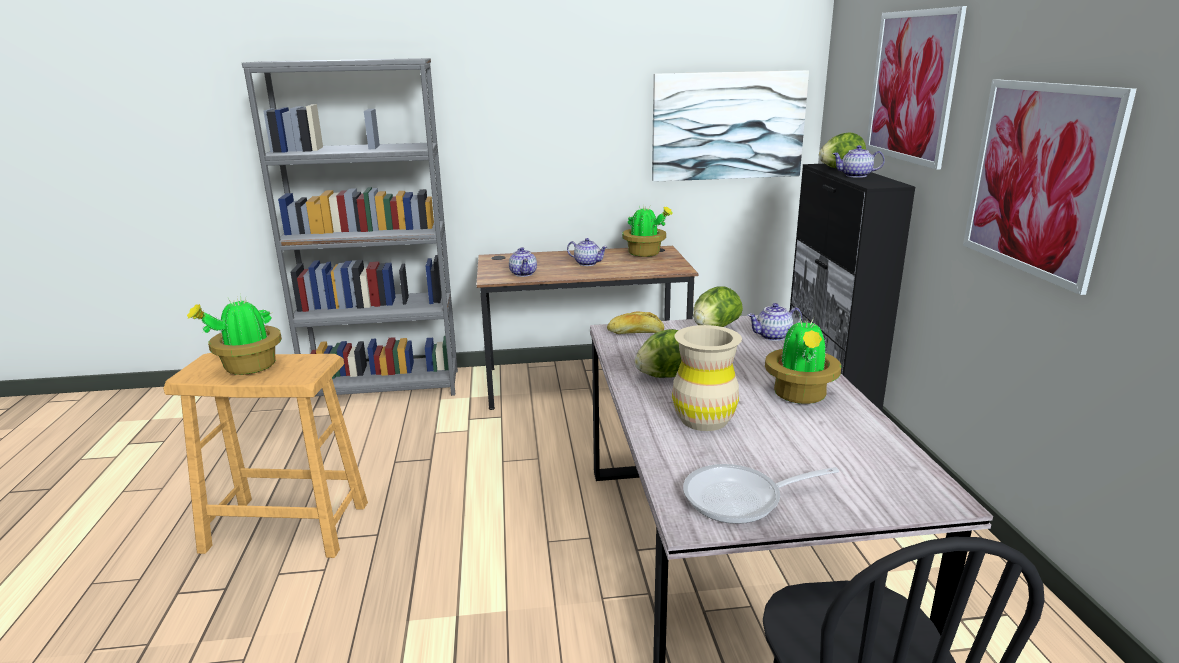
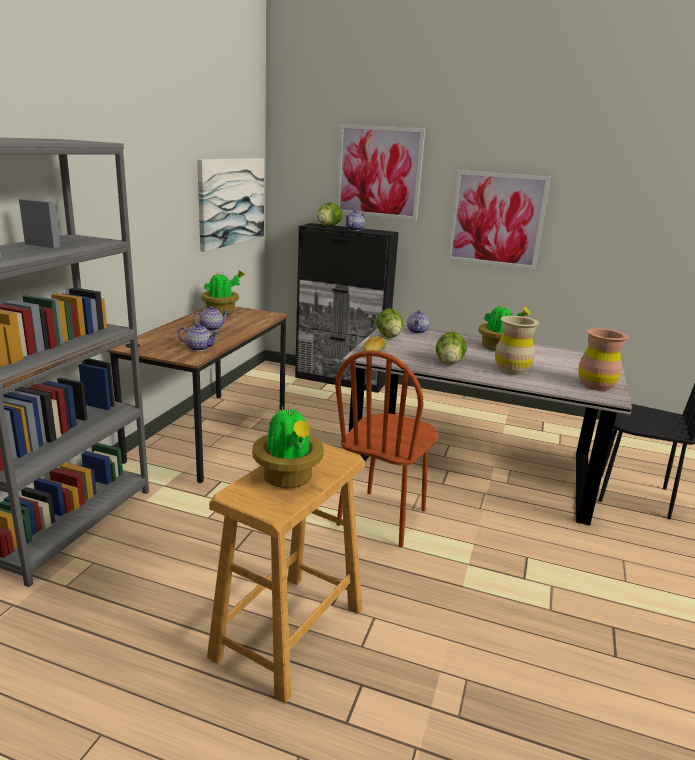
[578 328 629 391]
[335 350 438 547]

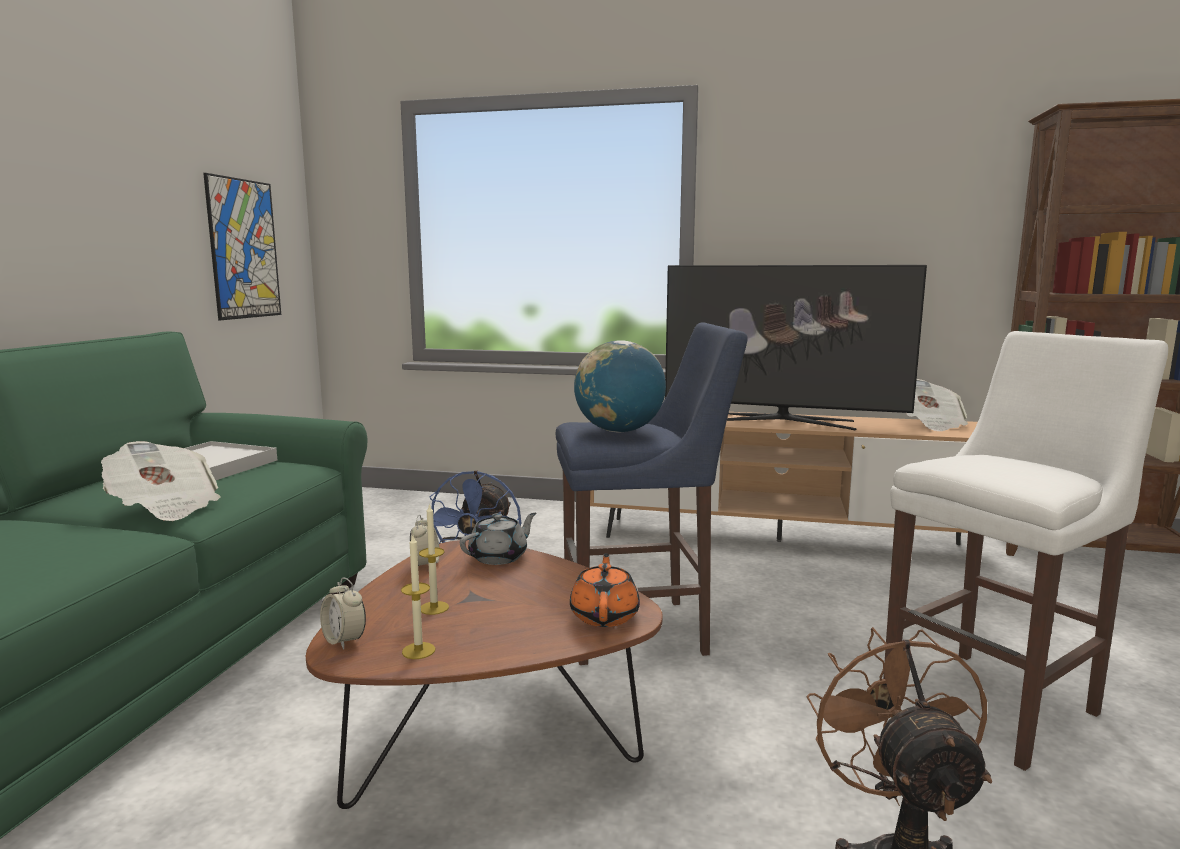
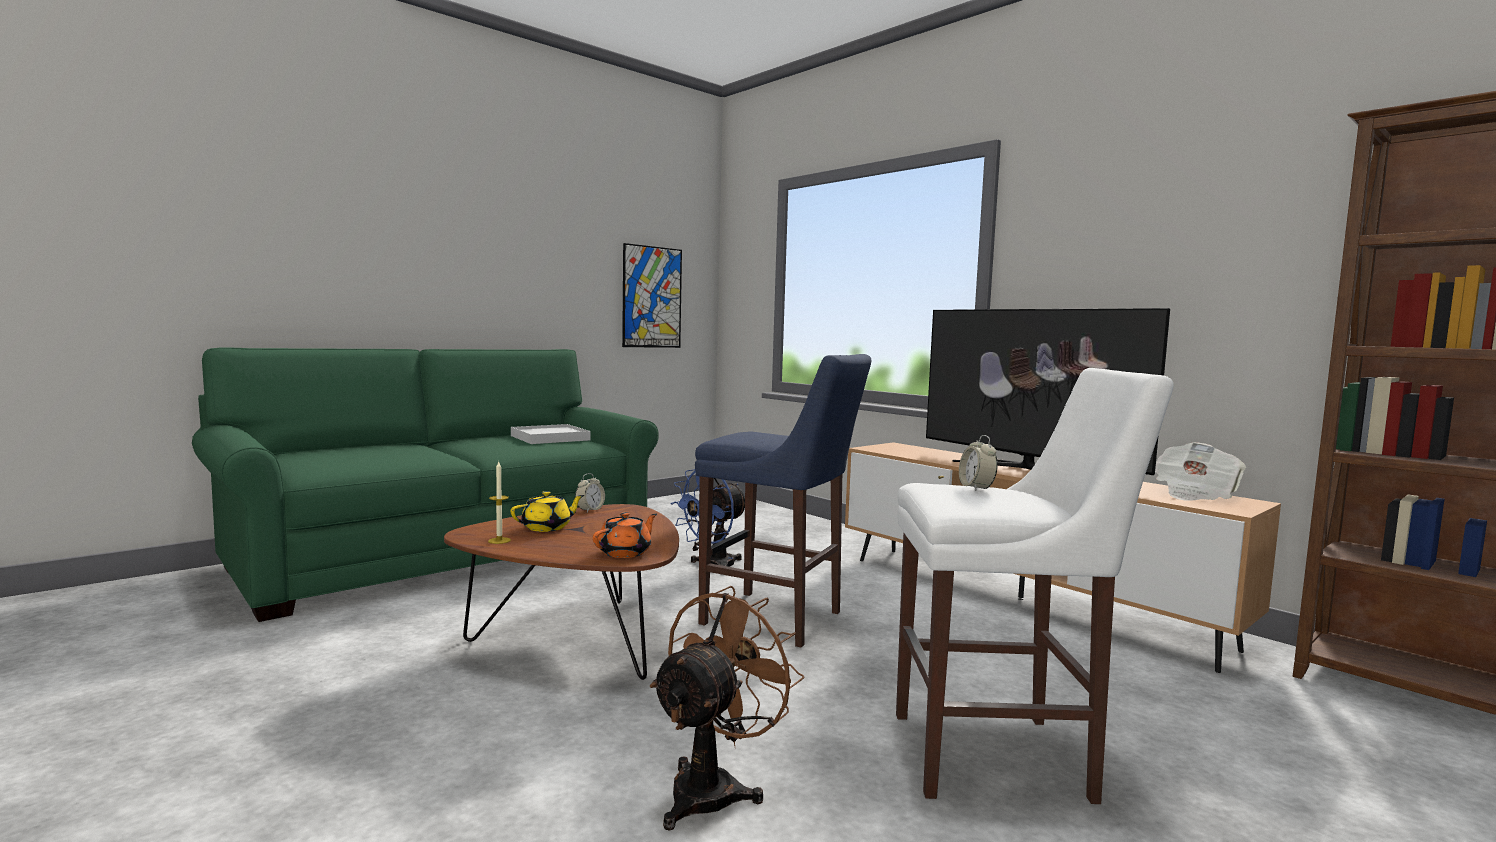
[574 340 666 433] (first image)
[101 441 221 521] (first image)
[510 491 584 532]
[460 513 537 565] (first image)
[959 435 998 491]

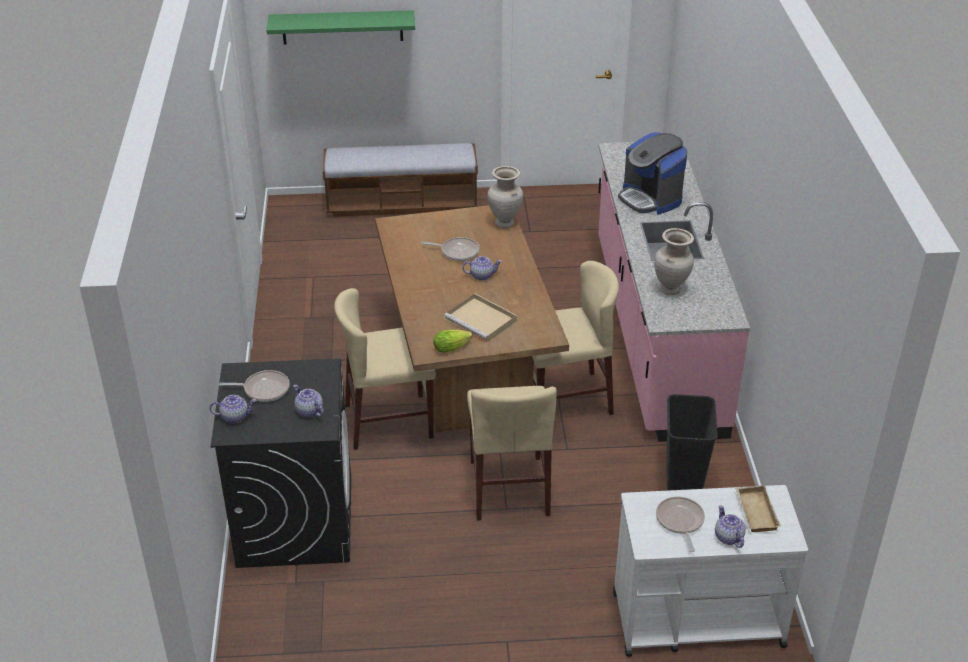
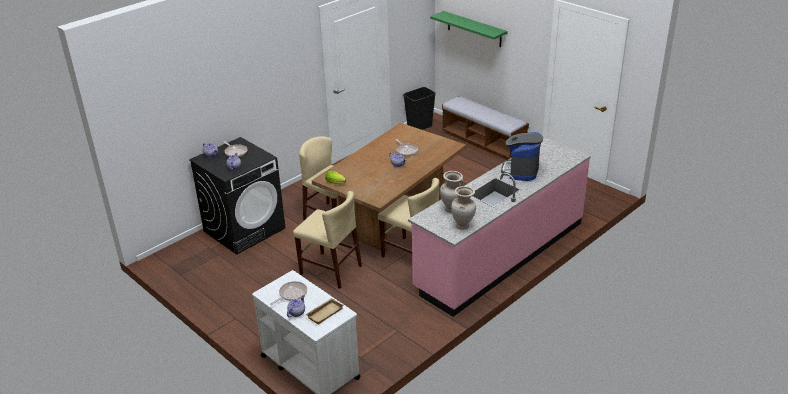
[451 186 476 230]
[444 293 517 342] (first image)
[293 191 362 289]
[403 87 436 130]

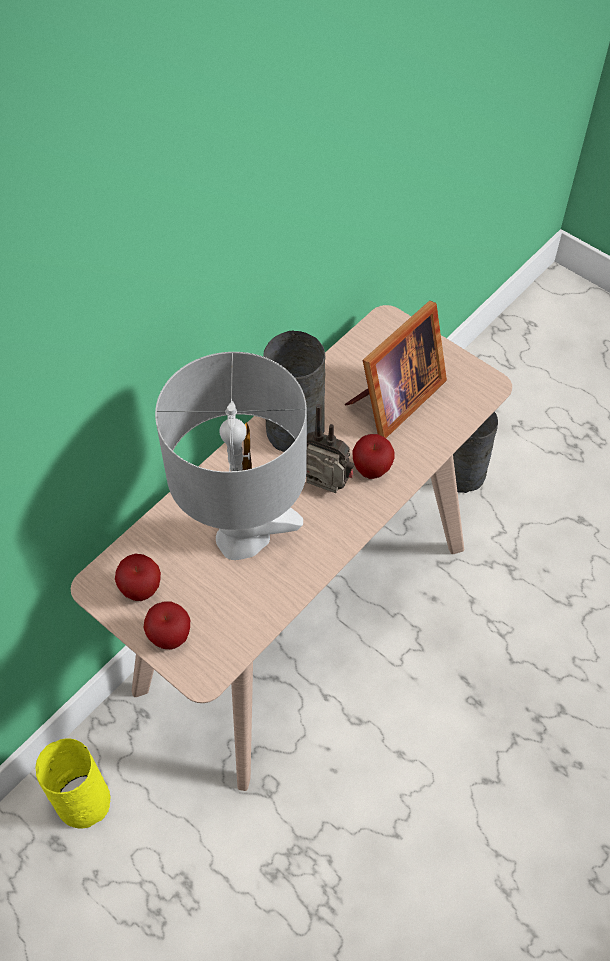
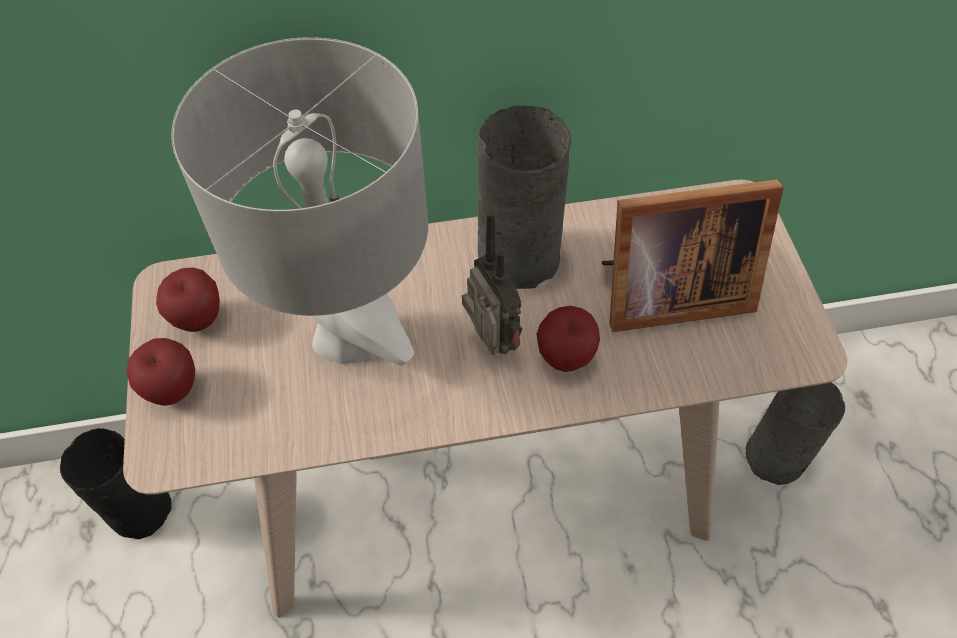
[60 428 172 539]

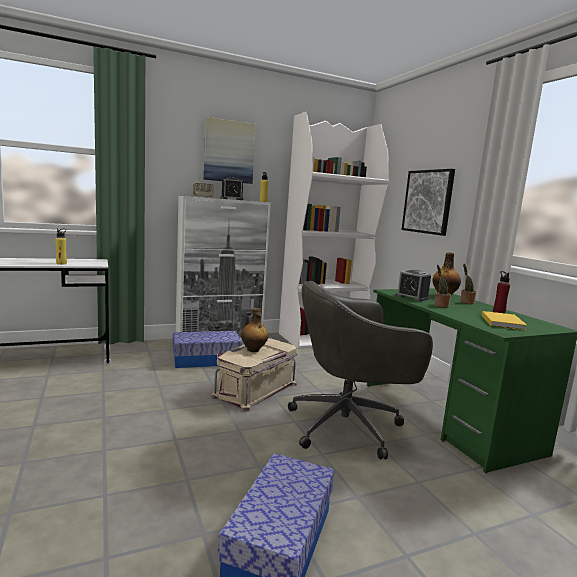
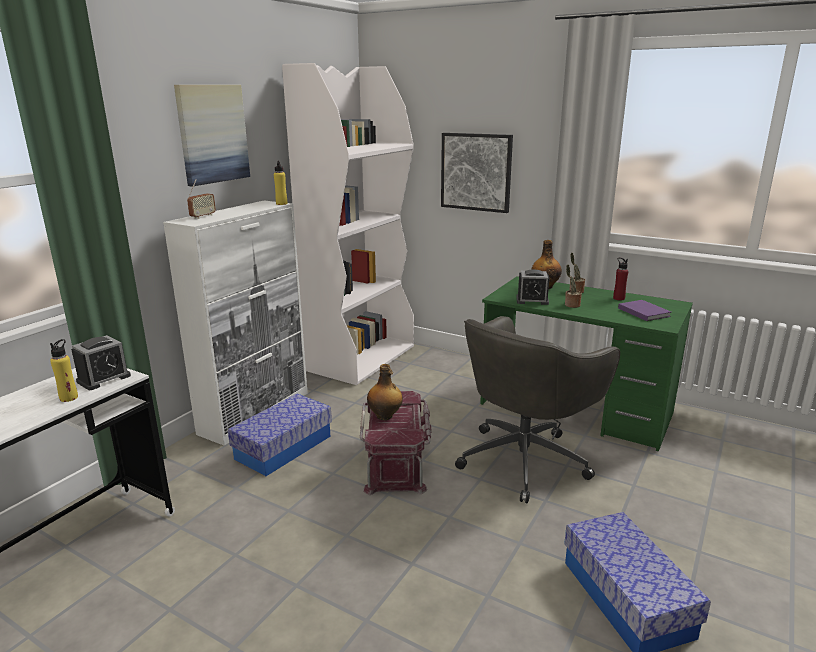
[71 335 131 390]
[618 300 671 321]
[360 391 432 495]

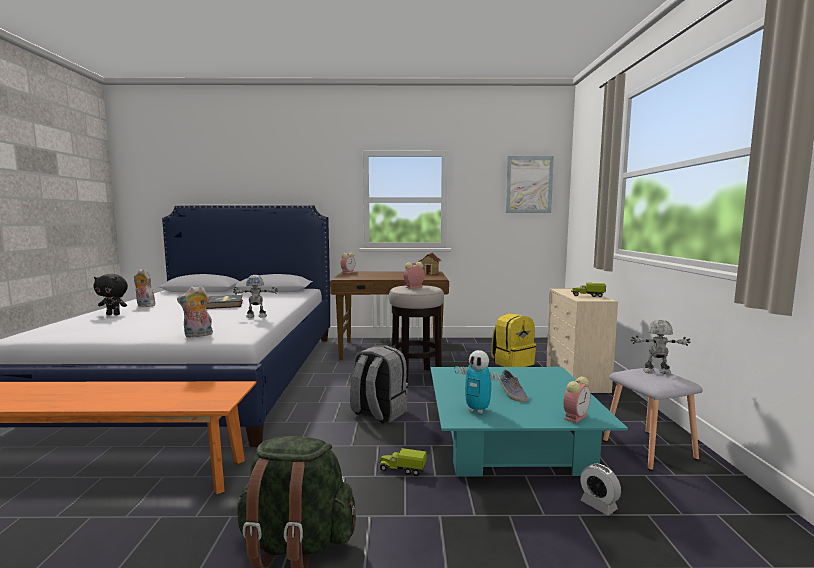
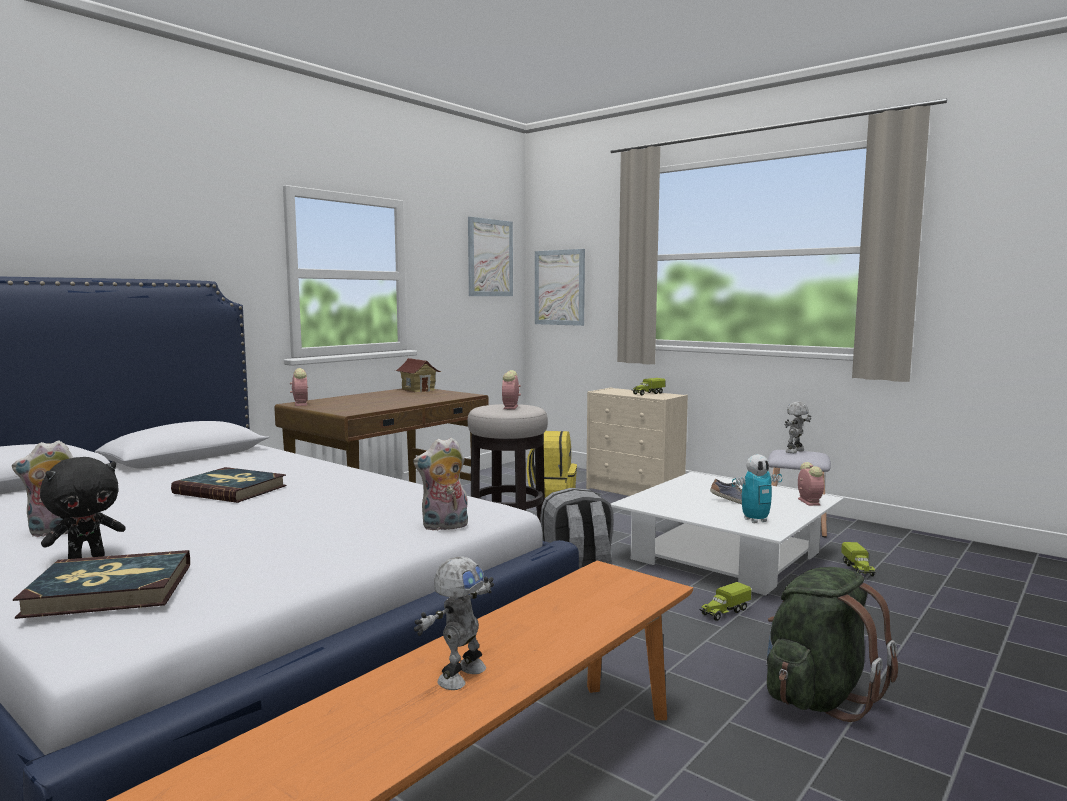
[414 557 494 690]
[413 437 468 531]
[611 472 844 595]
[841 542 876 576]
[535 249 585 326]
[13 550 190 619]

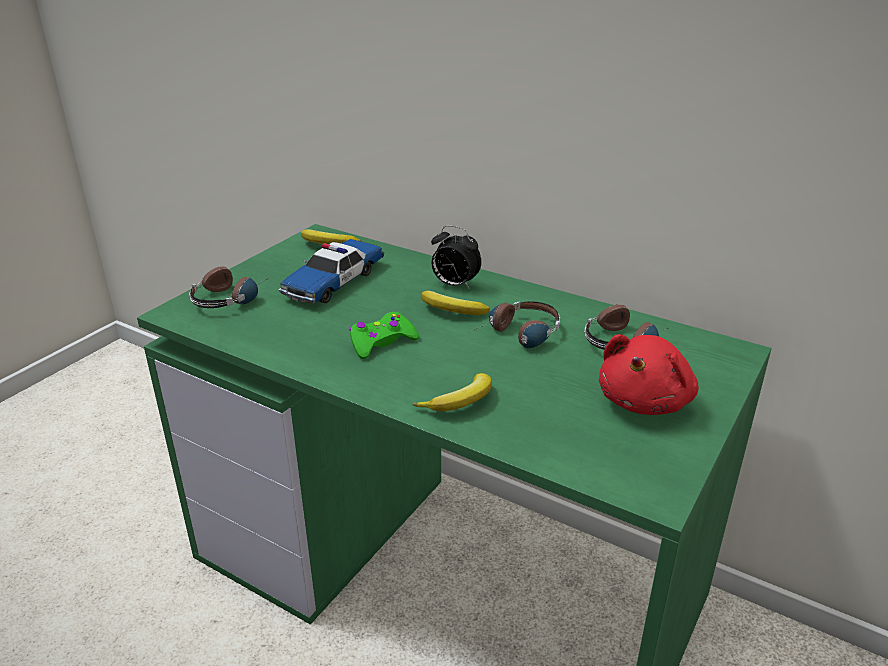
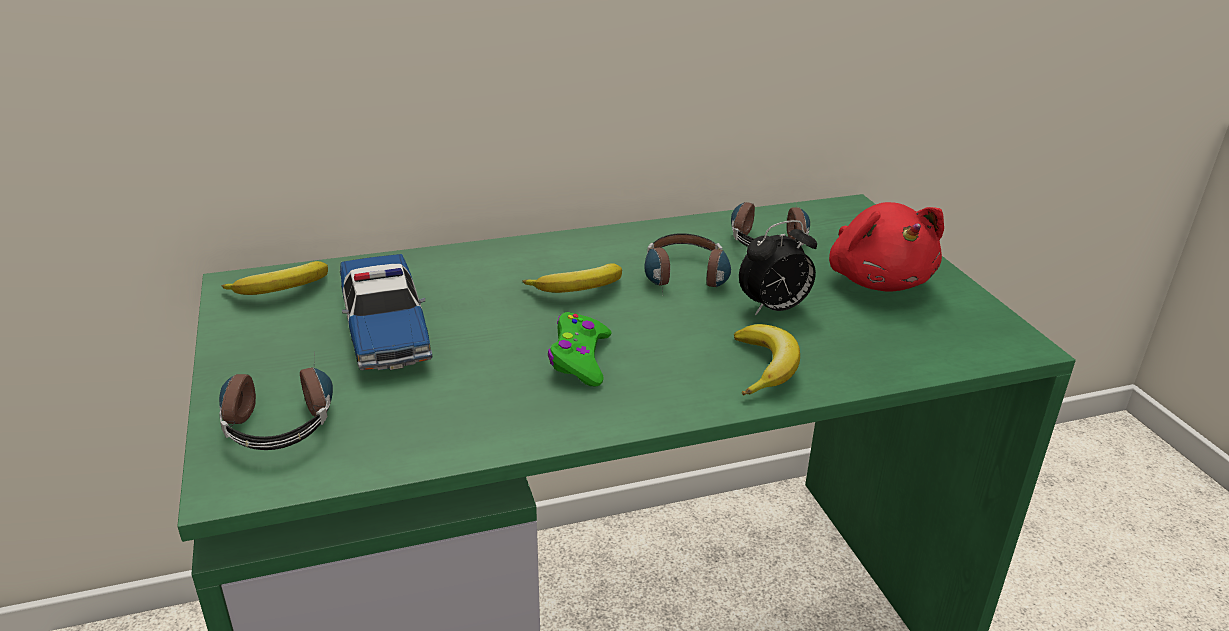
[739 220 817 315]

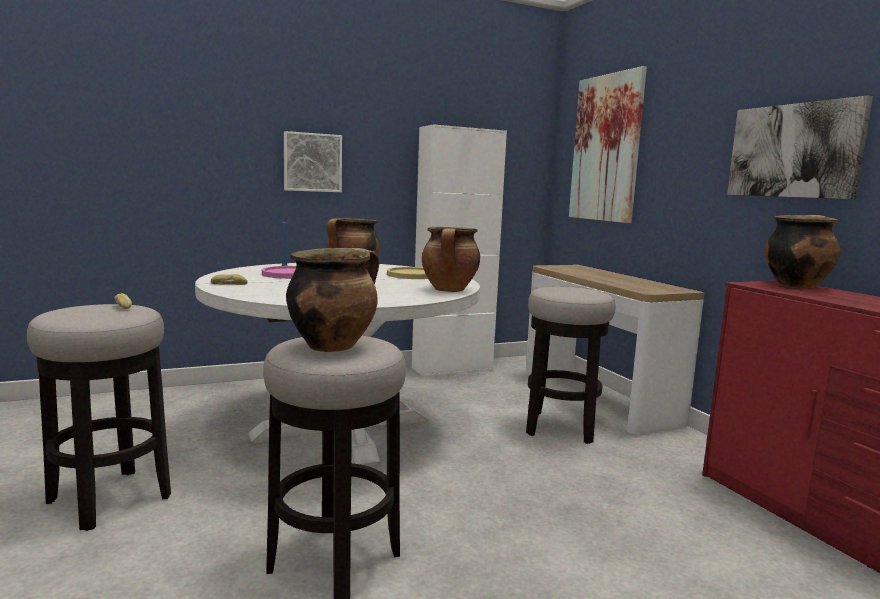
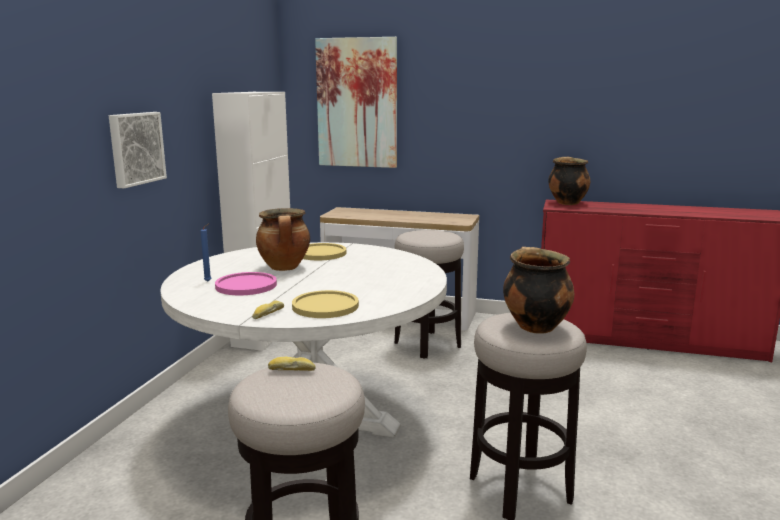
[727 95 873 199] (first image)
[422 227 480 292] (first image)
[292 290 359 318]

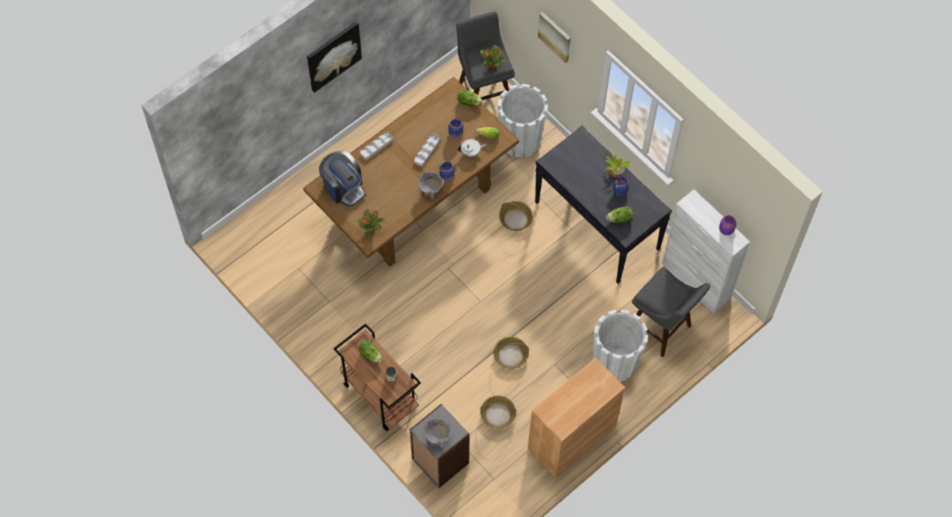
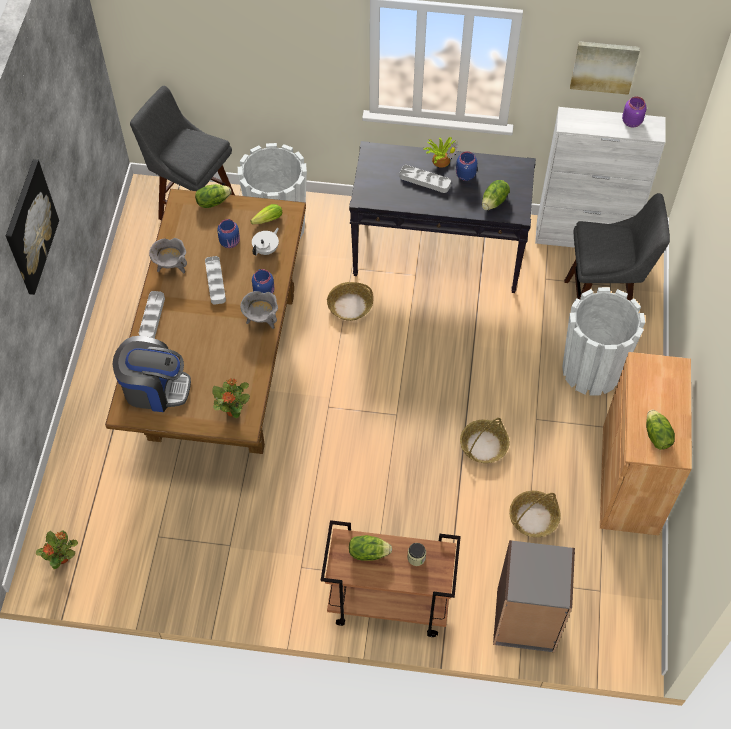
[570 41 640 95]
[36 530 78 569]
[149 238 187 273]
[400 165 451 193]
[646 410 675 450]

